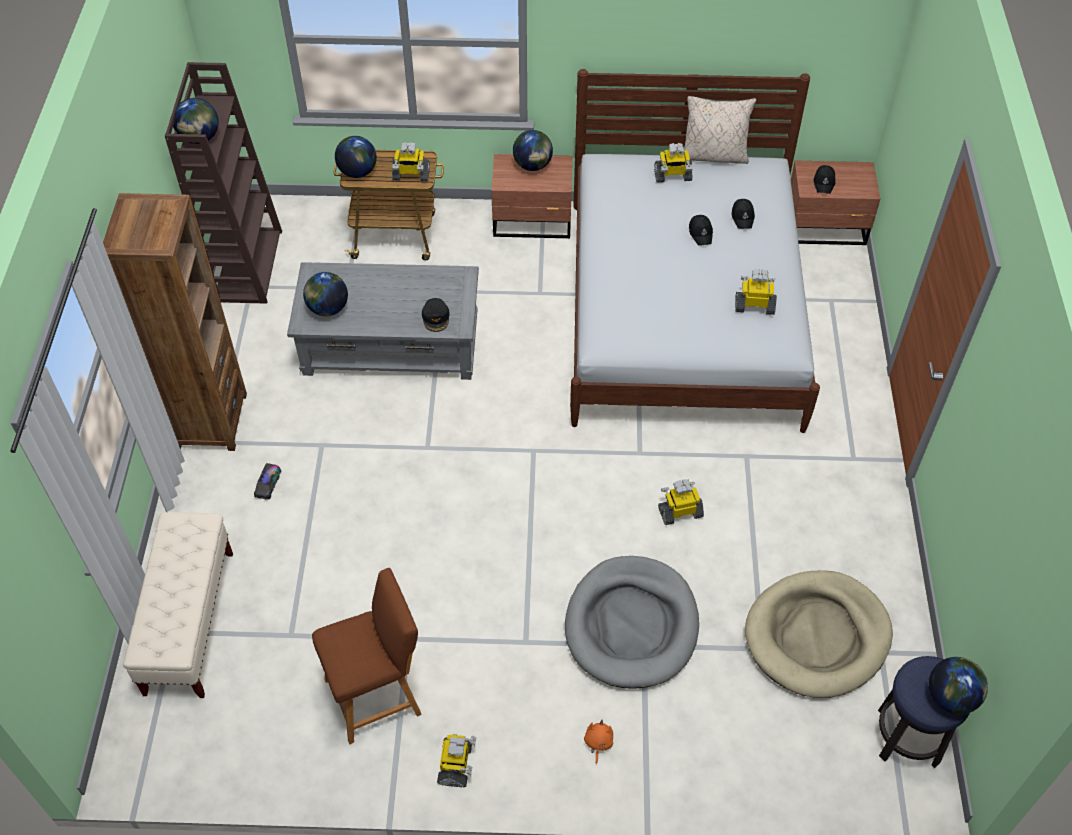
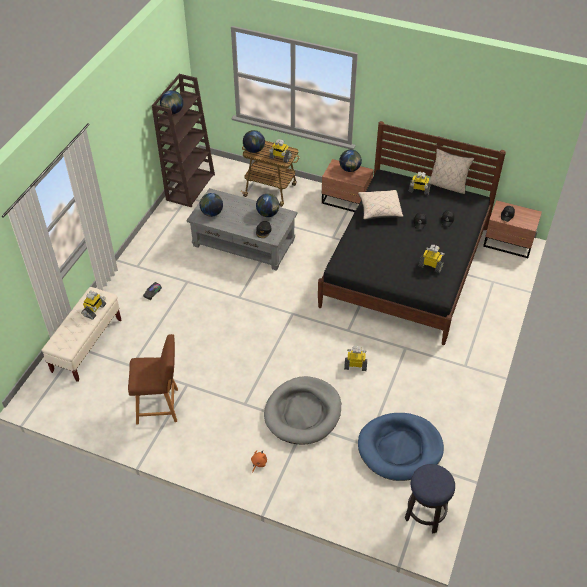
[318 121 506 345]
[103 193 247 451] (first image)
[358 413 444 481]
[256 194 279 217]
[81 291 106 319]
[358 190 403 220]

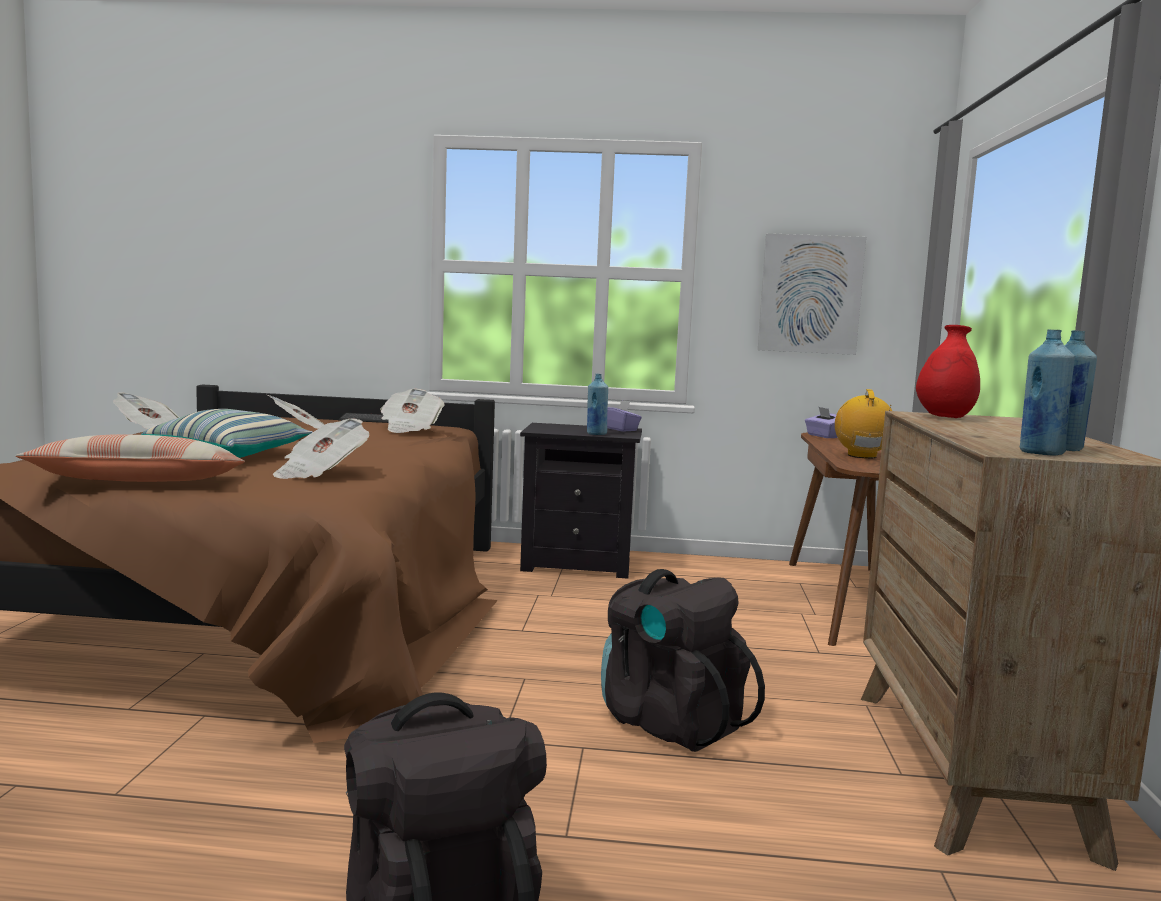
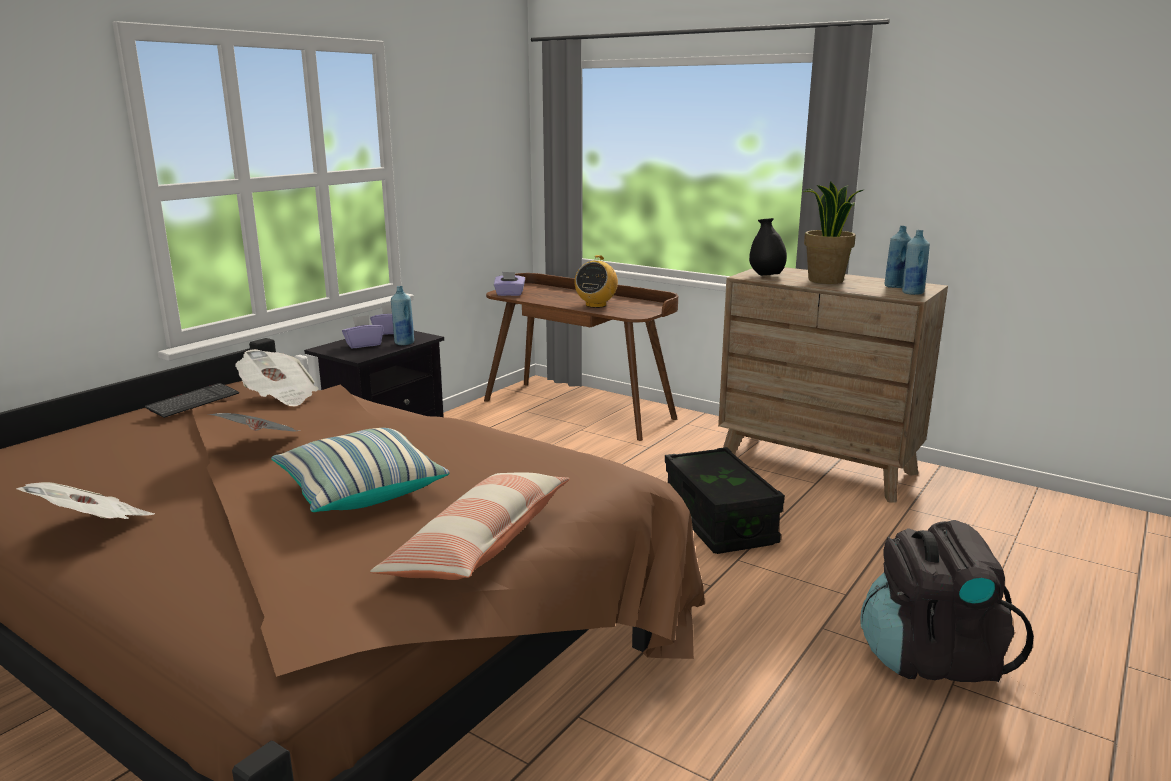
[758 233 866 355] (first image)
[749 218 787 276]
[574 255 618 308]
[273 418 369 479] (first image)
[665 447 785 554]
[802 181 865 284]
[342 315 384 348]

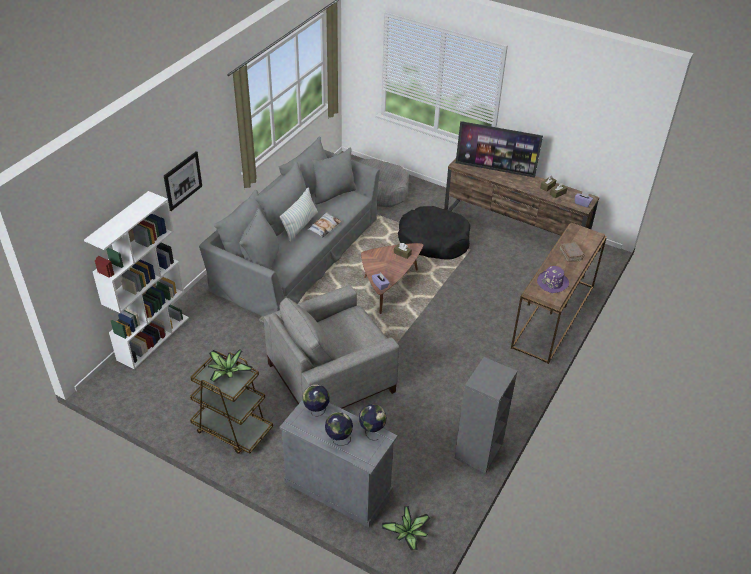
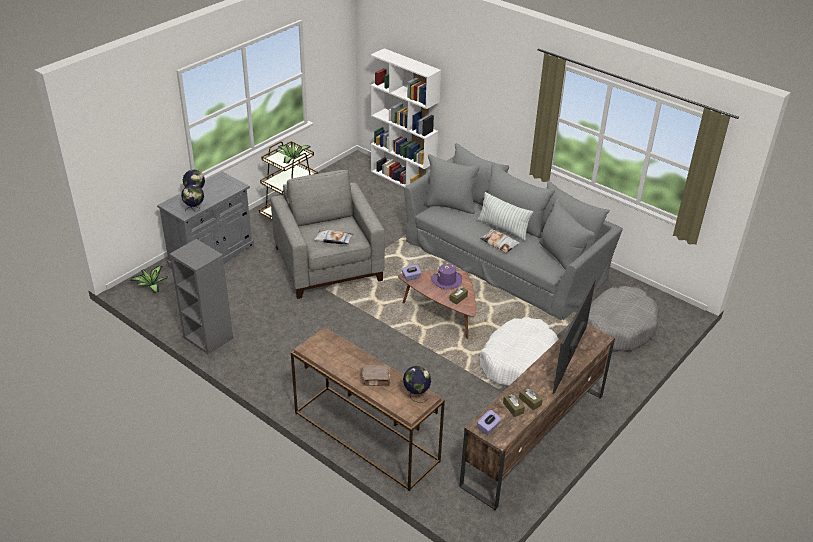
[164 151 202 211] (first image)
[479 317 559 386]
[431 263 462 289]
[403 366 431 403]
[313 230 353 244]

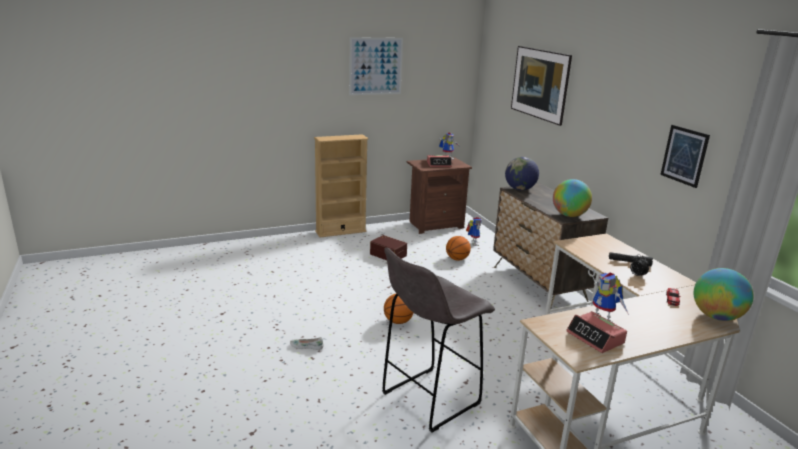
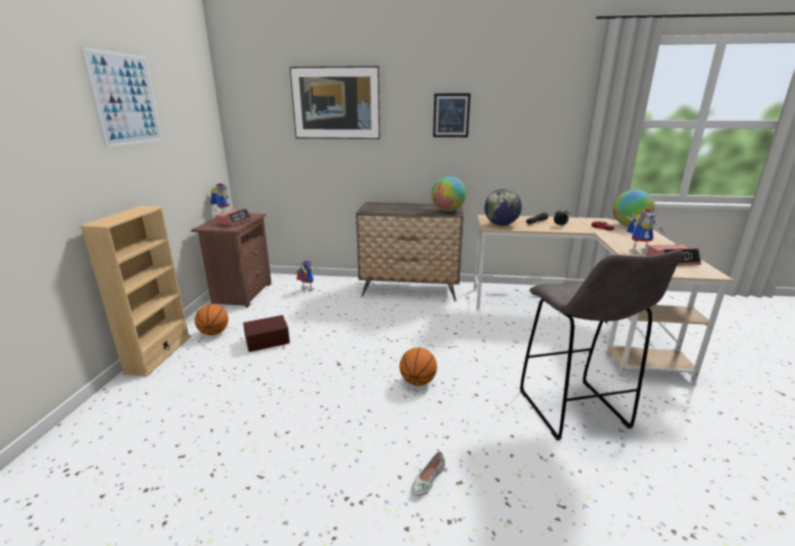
[433 93 471 137]
[485 189 522 226]
[195 304 228 335]

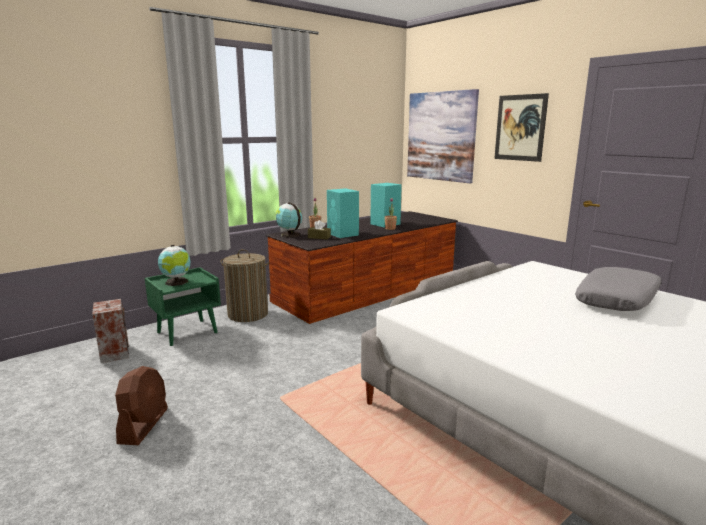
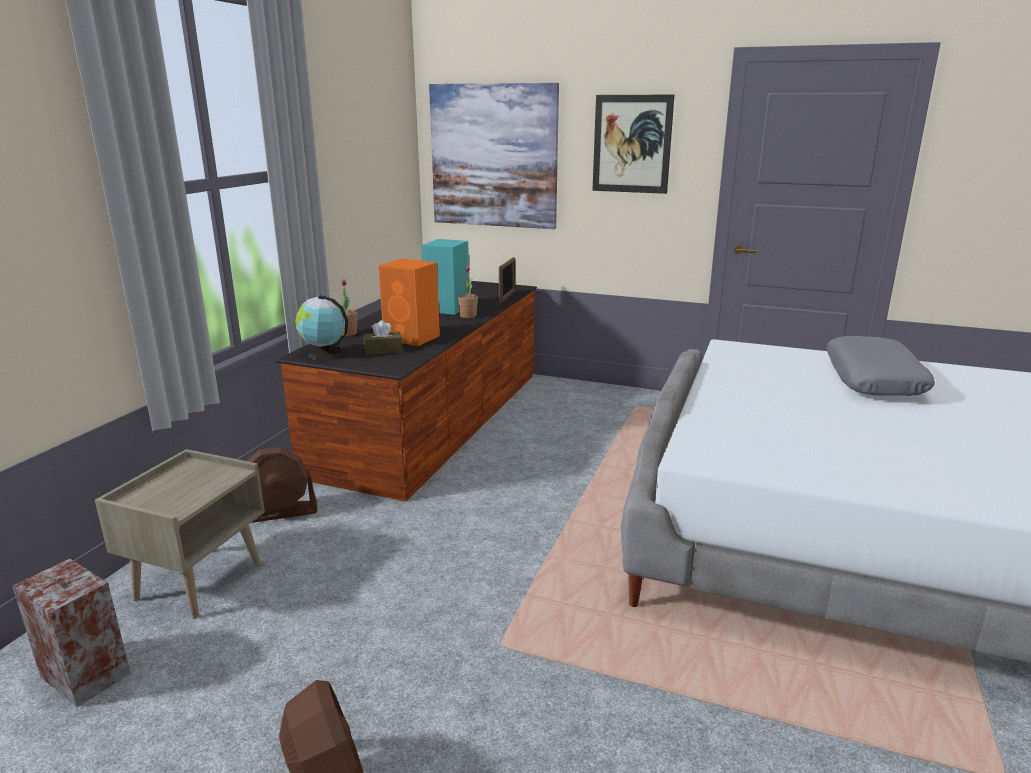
[378 258 440 346]
[158 245 190 286] (first image)
[247 447 317 523]
[95 449 265 619]
[499 257 515 303]

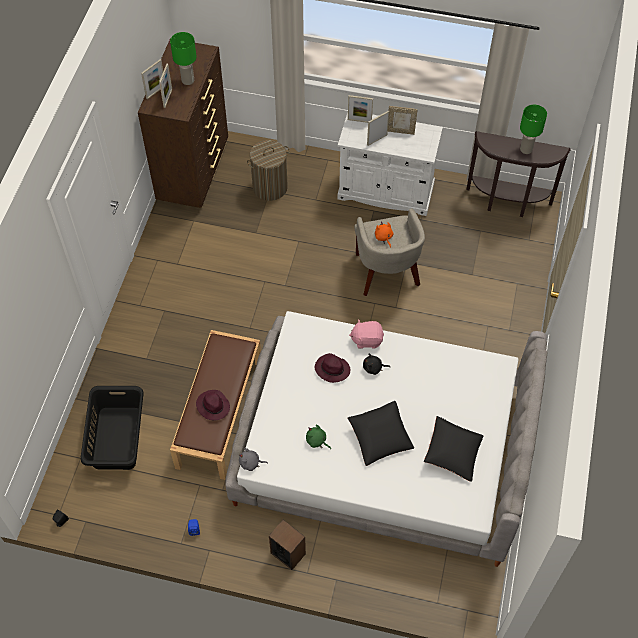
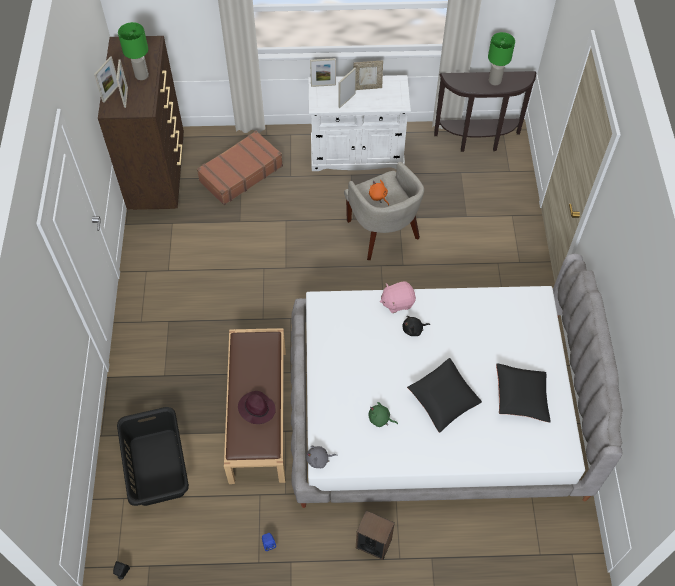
[197 131 283 205]
[315 353 350 383] (first image)

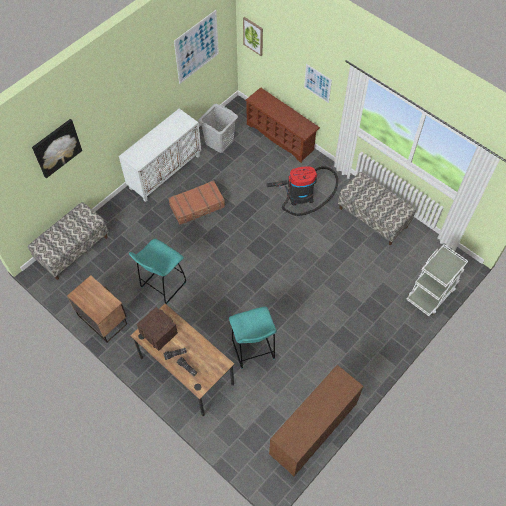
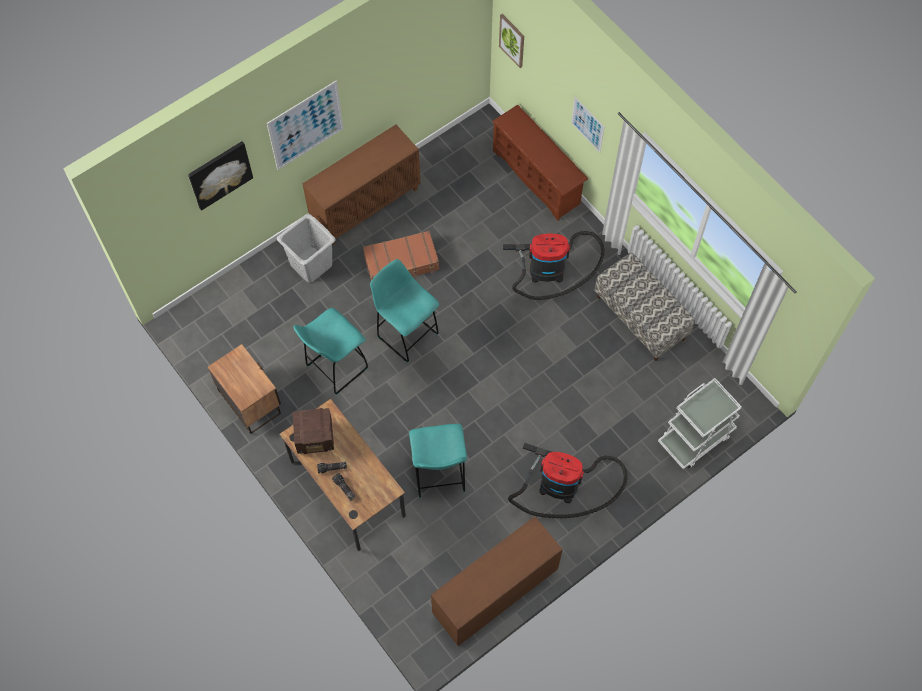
[267 80 344 170]
[277 214 336 283]
[303 125 420 245]
[28 202 108 280] (first image)
[292 408 334 454]
[370 259 439 363]
[508 443 628 519]

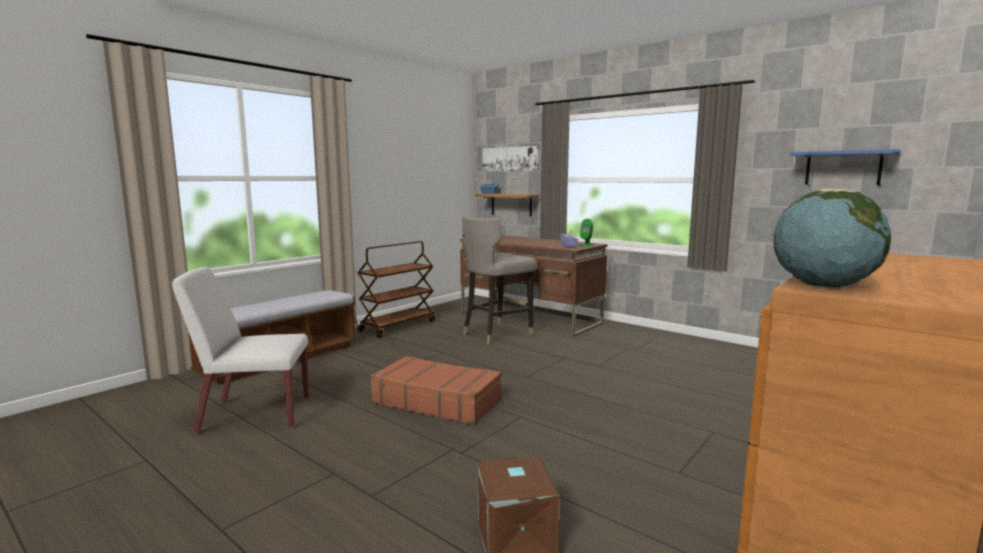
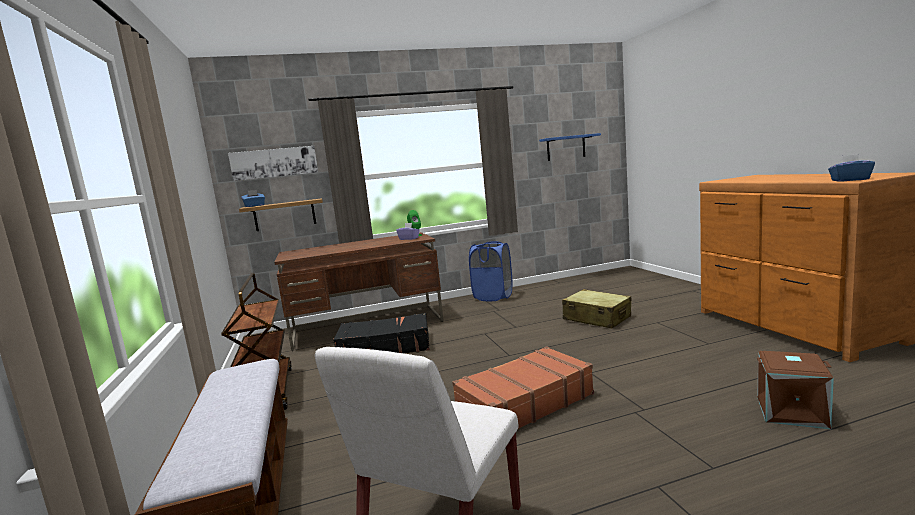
[828 154 875 181]
[333 313 430 353]
[469 241 512 301]
[562 289 631 329]

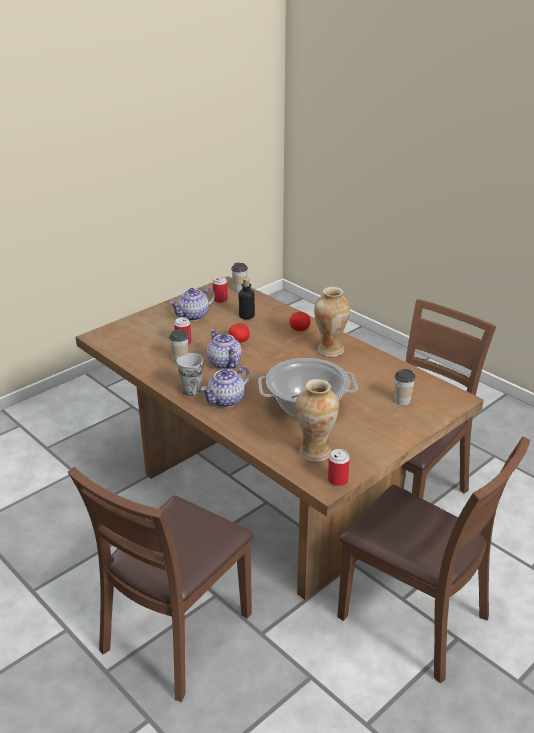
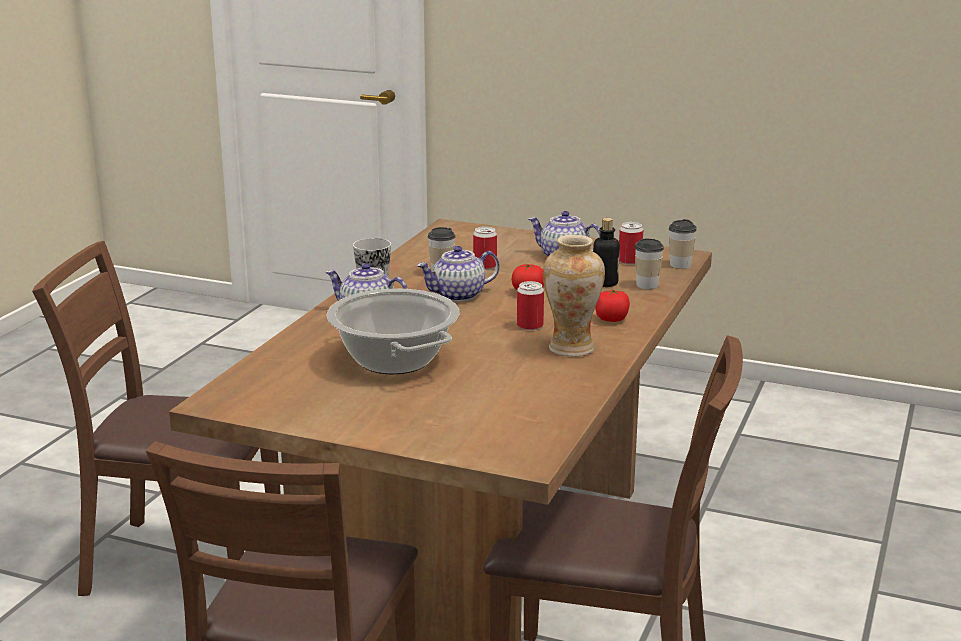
[417 246 499 302]
[635 238 664 289]
[295 379 339 462] (first image)
[517 281 544 330]

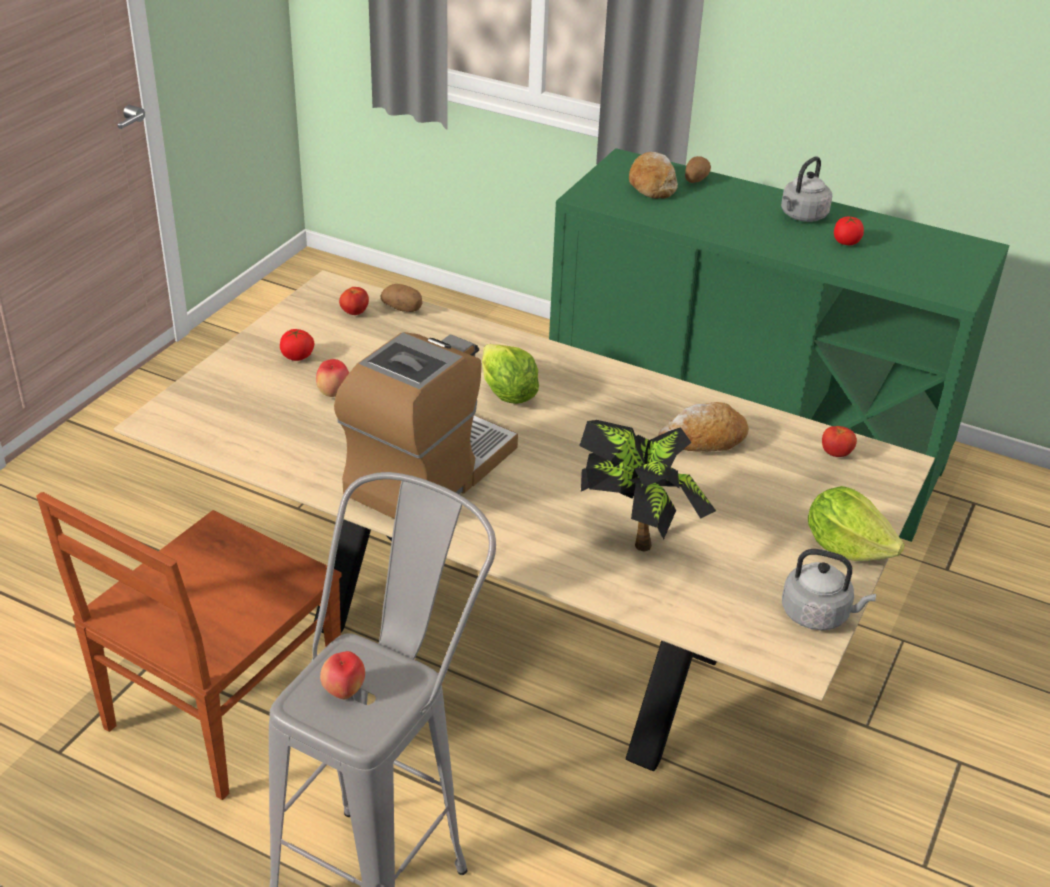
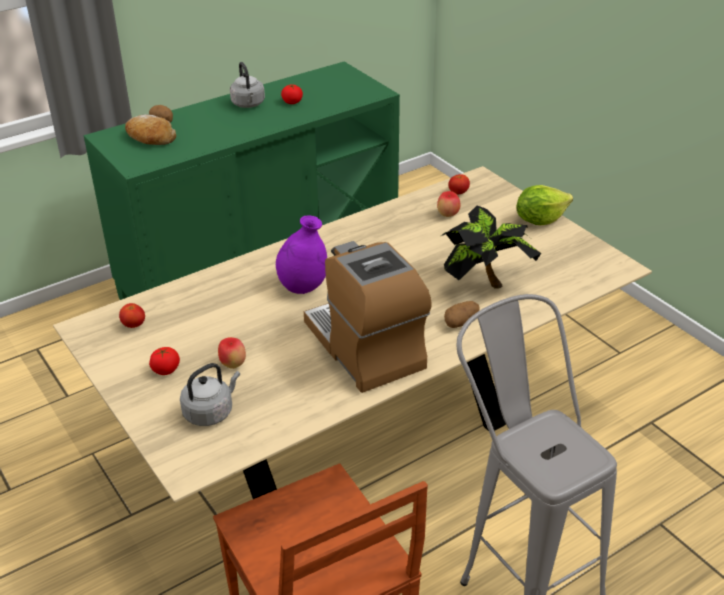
[444 301 479 328]
[276 216 327 294]
[658 402 749 452] (first image)
[180 363 240 426]
[437 191 460 217]

